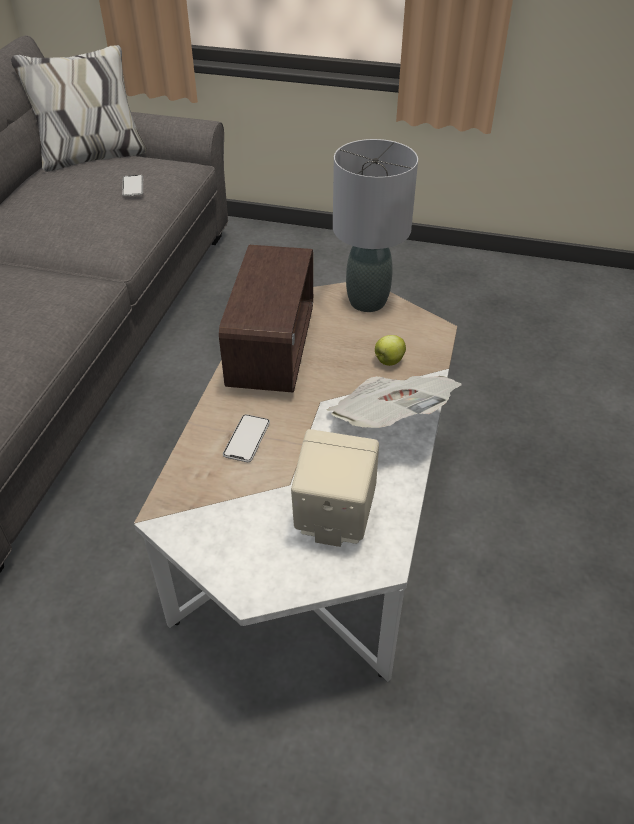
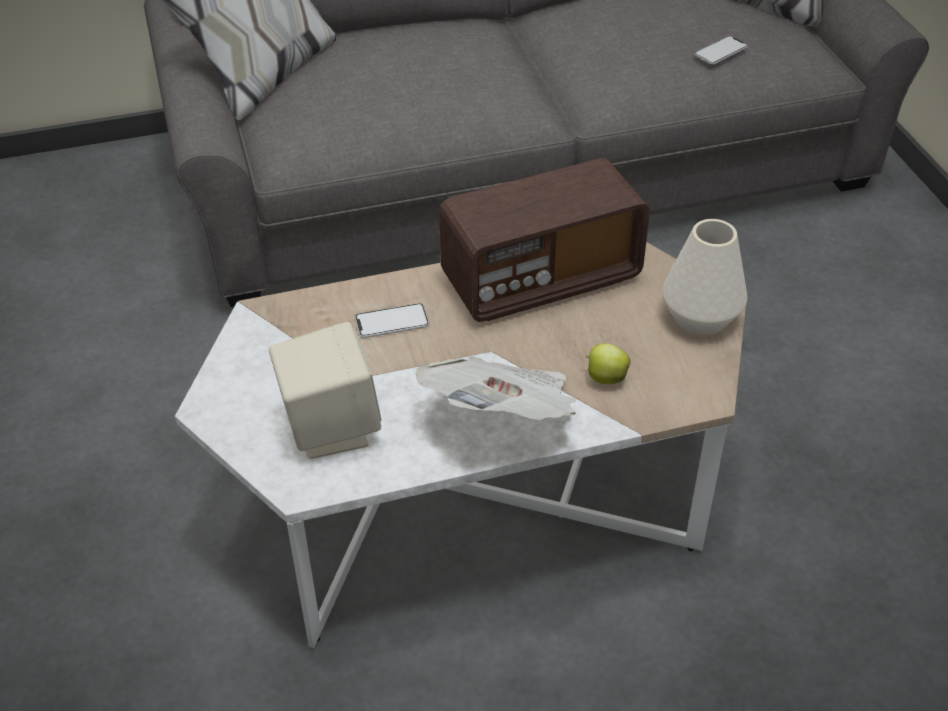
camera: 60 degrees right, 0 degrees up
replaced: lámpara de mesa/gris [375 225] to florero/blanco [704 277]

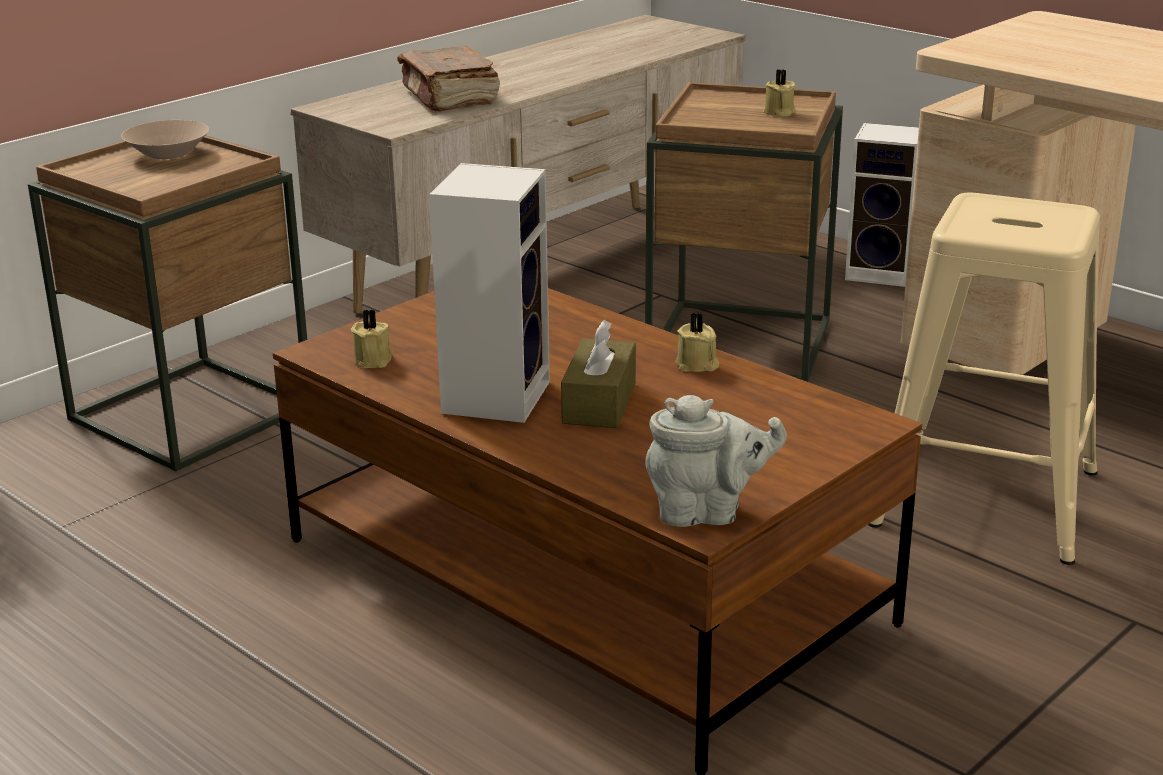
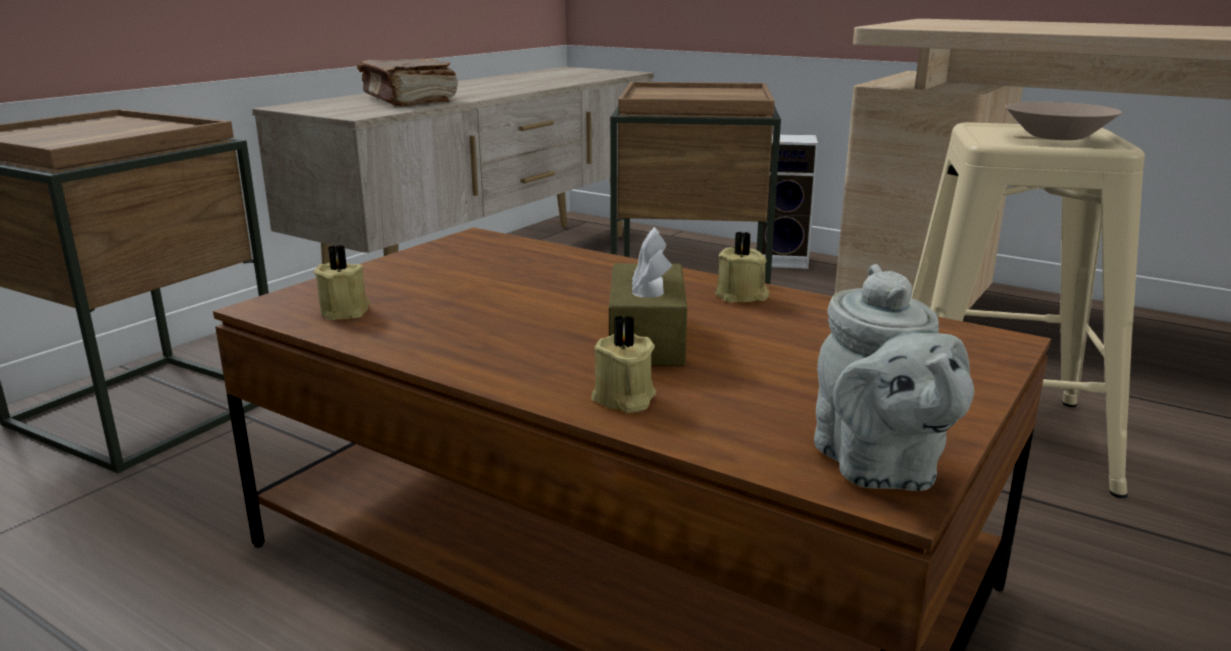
camera: 10 degrees left, 5 degrees down
removed: altavoz [489 293]
moved: vela/beis [779 93] to [623 364]; cuenco/beis [165 139] to [1063 121]
turned: tetera/gris [716 461] = [894 377] 90 degrees clockwise

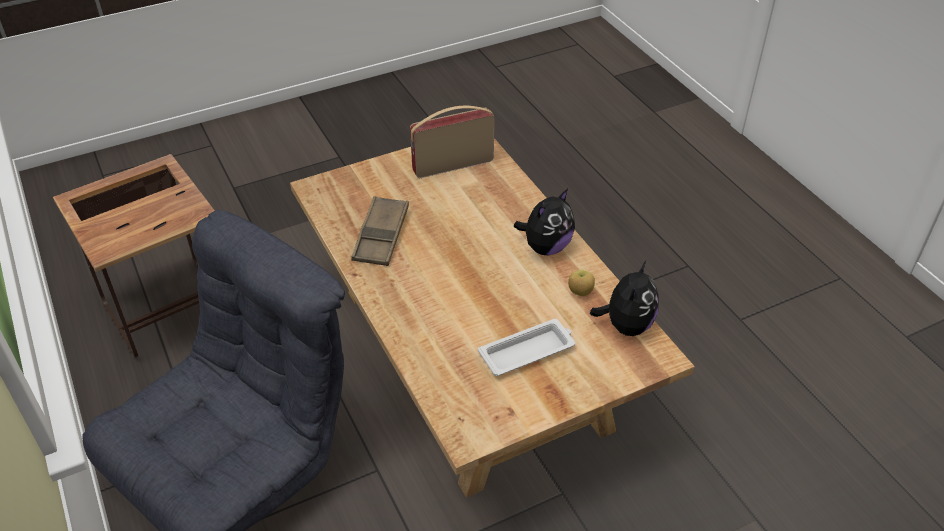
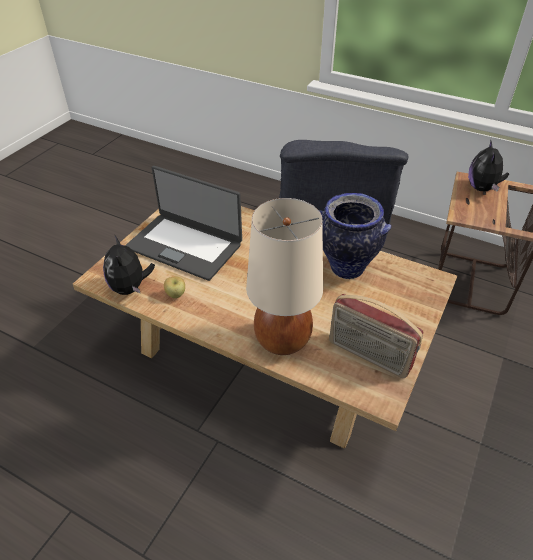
camera: 145 degrees right, 0 degrees up
added: lámpara de mesa/beis [284 276]
moved: peluche [544 222] to [488 166]
replaced: bandeja/marrón [380 231] to florero [355 236]; bandeja/blanco [526 347] to portátil [183 223]
turned: radio [452 142] = [376 336] 90 degrees clockwise

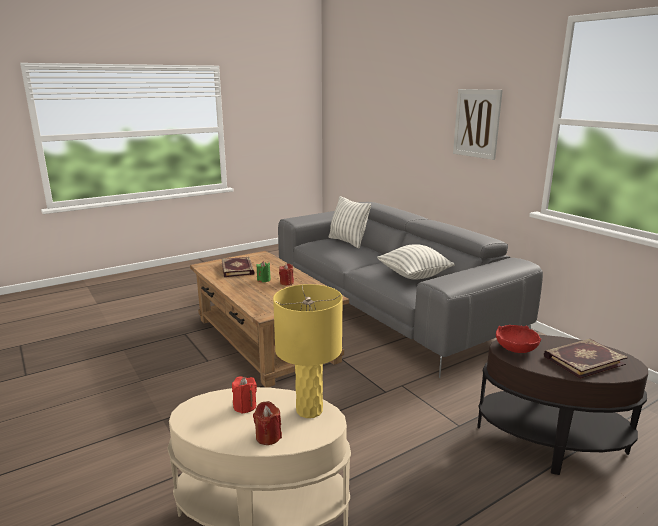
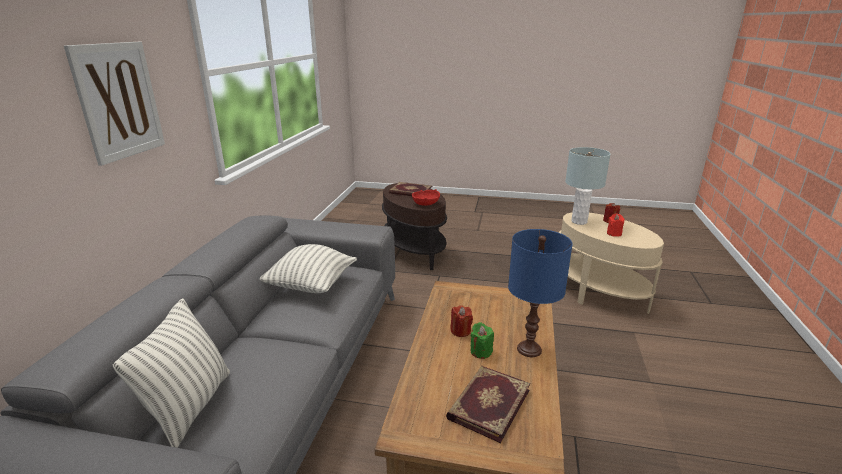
camera: 135 degrees left, 5 degrees up
added: lámpara de mesa/azul [540 293]
recoloured: lámpara de mesa/amarillo [308 351] to lámpara de mesa/gris [588 186]

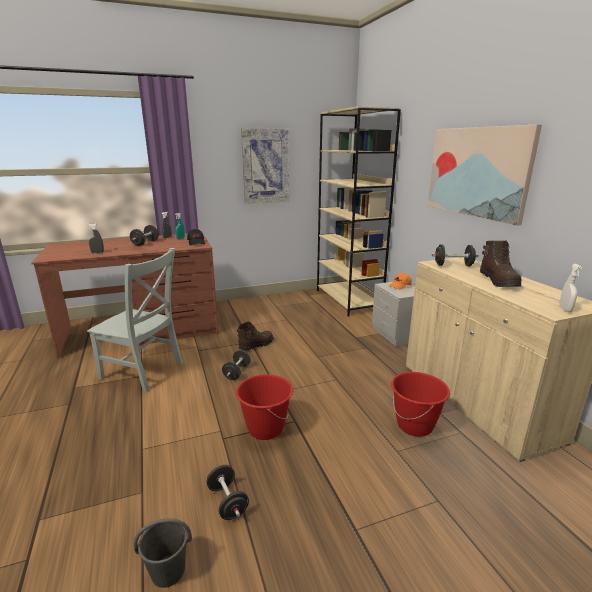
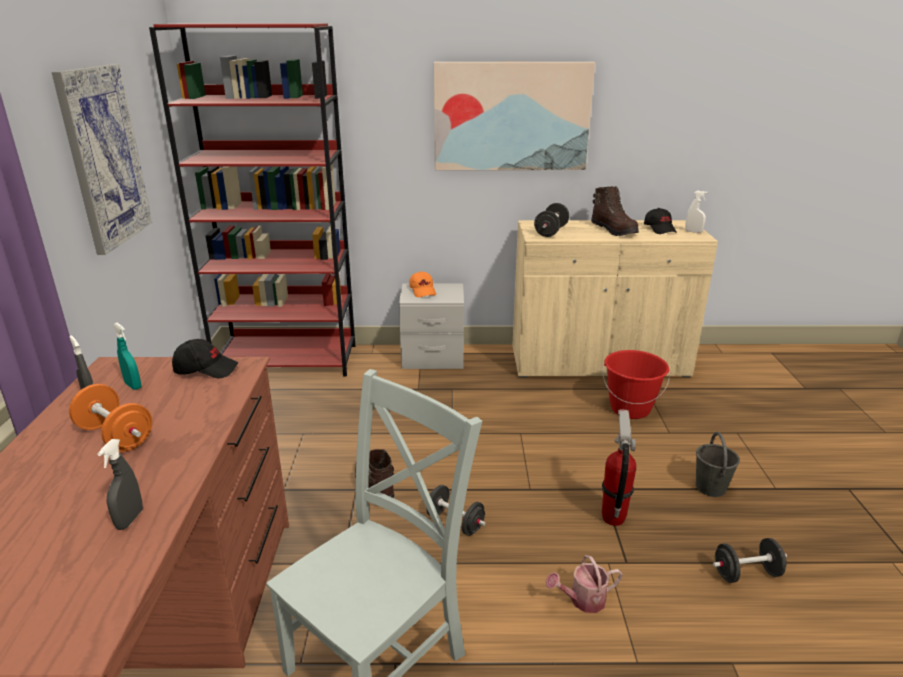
camera: 70 degrees left, 5 degrees up
added: gorra/negro [660 221]; regadera [584 584]
moved: cubo/gris [163 553] to [718 464]
replaced: cubo/rojo [264 407] to extintor [619 468]
recoloured: estantería/beis [359 211] to estantería/rojo [252 200]; mancuerna/negro [144 235] to mancuerna/naranja [110 418]
turned: bota/marrón [500 263] = [615 211] 45 degrees clockwise

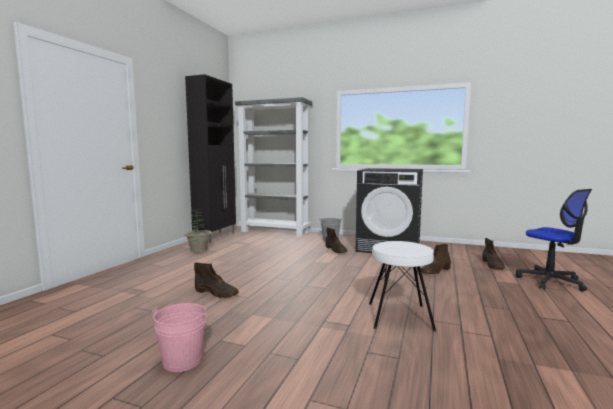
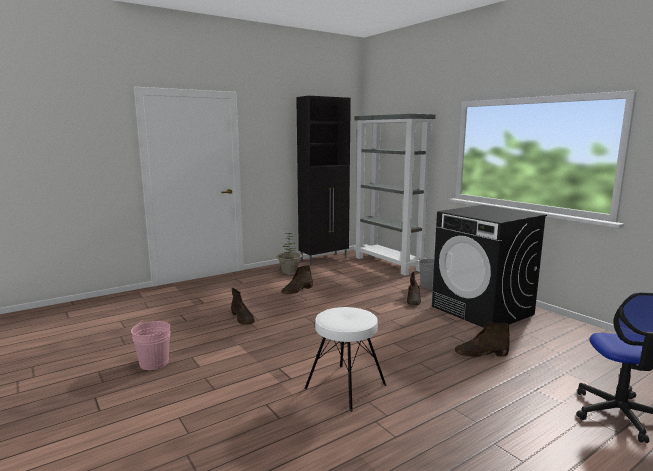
camera: 35 degrees right, 5 degrees up
moved: bota/marrón [493 253] to [297 279]

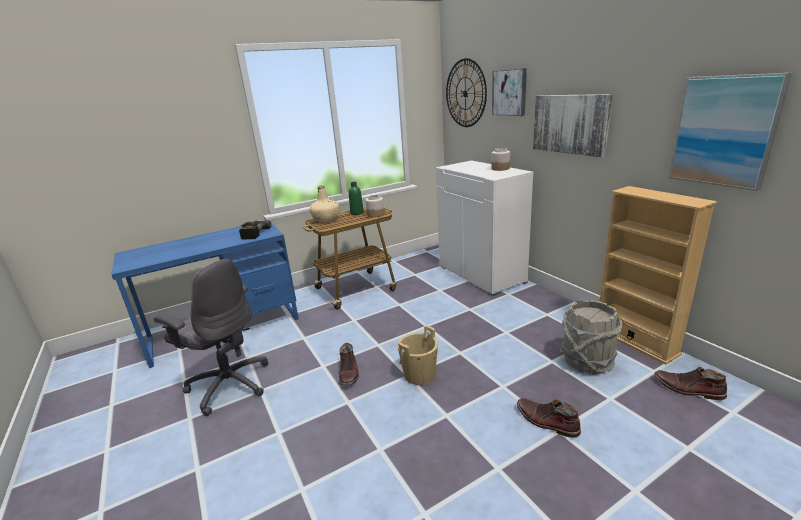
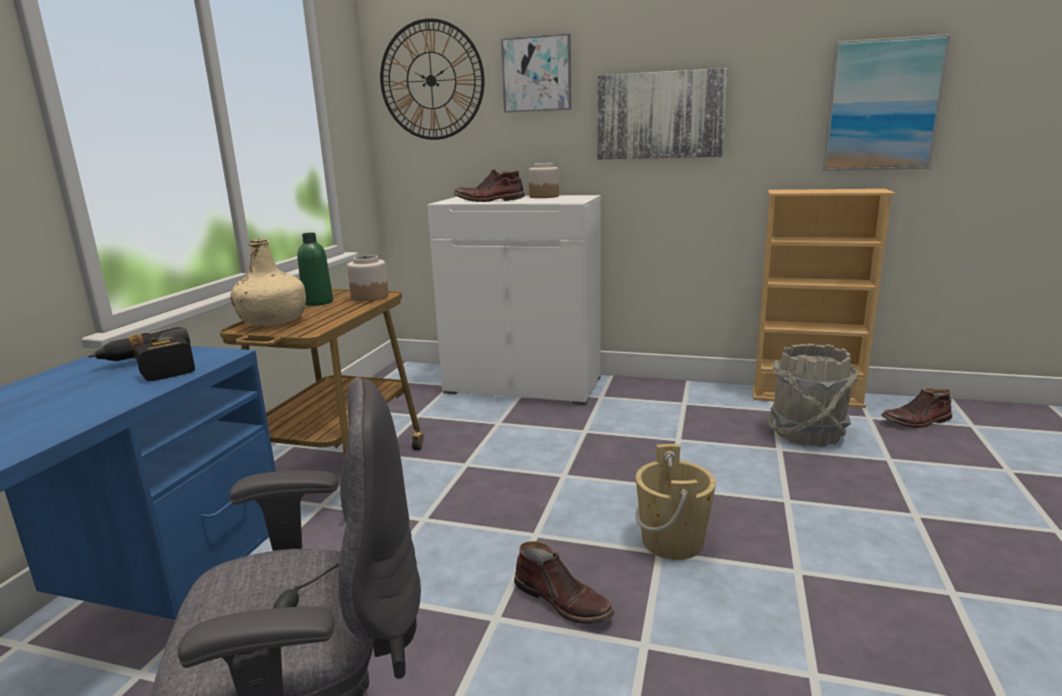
camera: 45 degrees left, 5 degrees down
moved: bota/marrón [549 418] to [489 186]

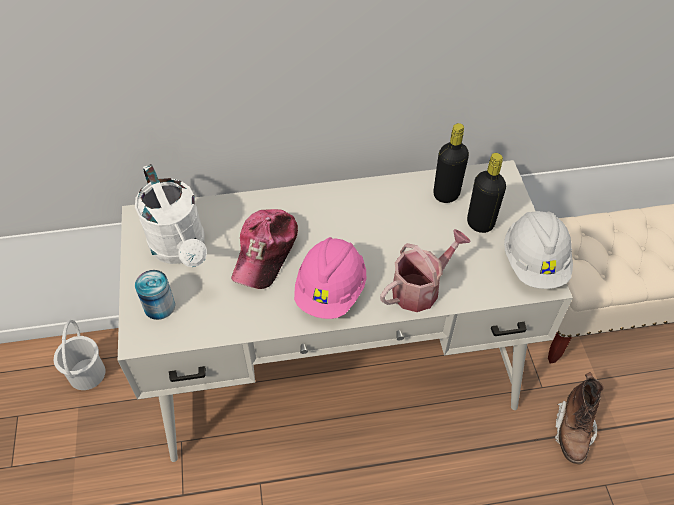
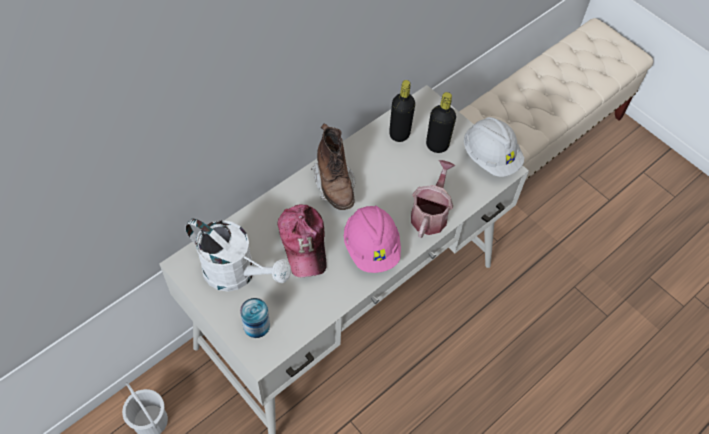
camera: 35 degrees left, 5 degrees up
moved: bota/marrón [579 418] to [333 166]

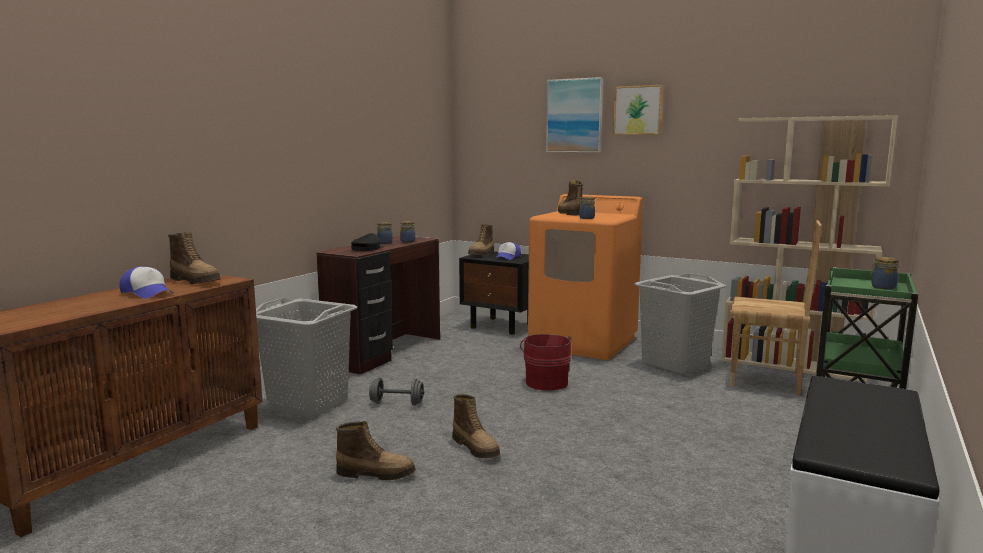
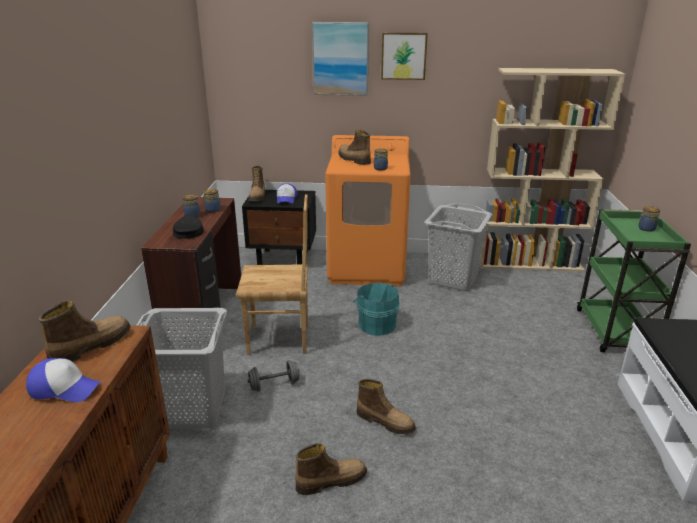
camera: 25 degrees left, 15 degrees up
moved: silla/marrón [776 307] to [272 274]
recoloured: cubo/rojo [545 362] to cubo/turquesa [376 309]
turned: bota [194 258] = [84 331] 60 degrees counterclockwise

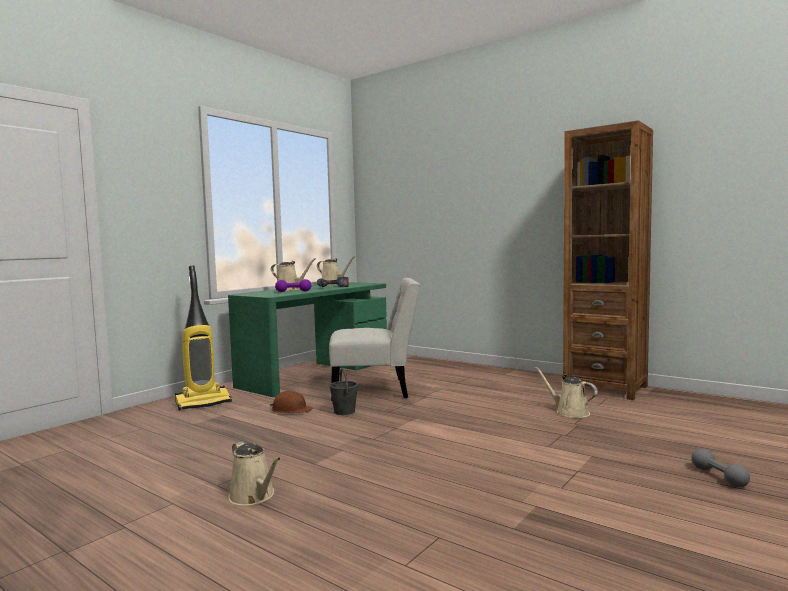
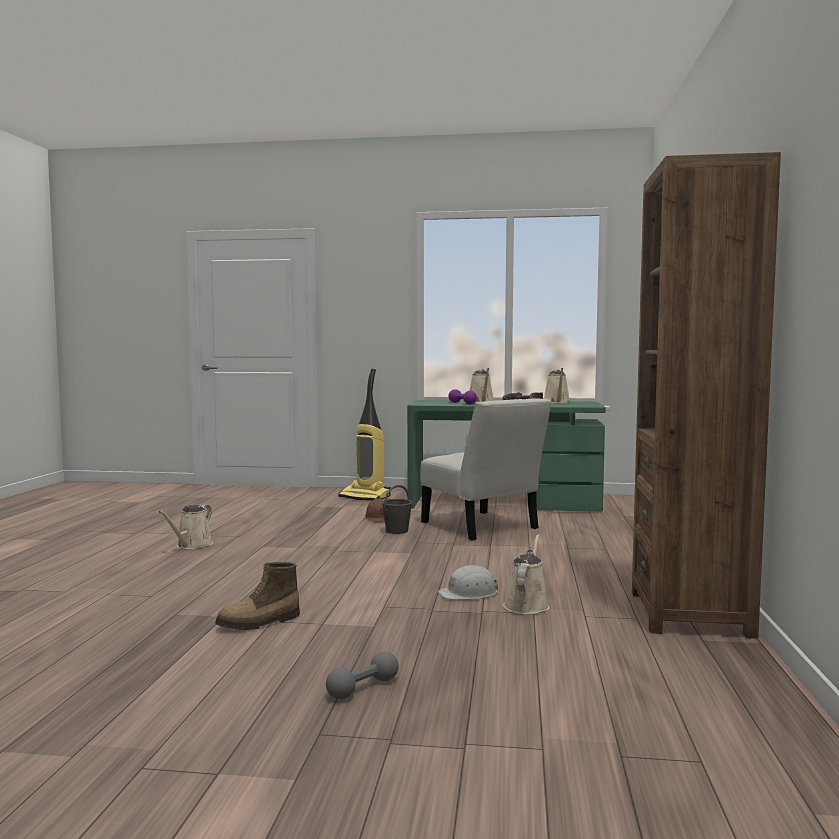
camera: 60 degrees right, 0 degrees up
added: bota [257 596]; casco/blanco [468 582]

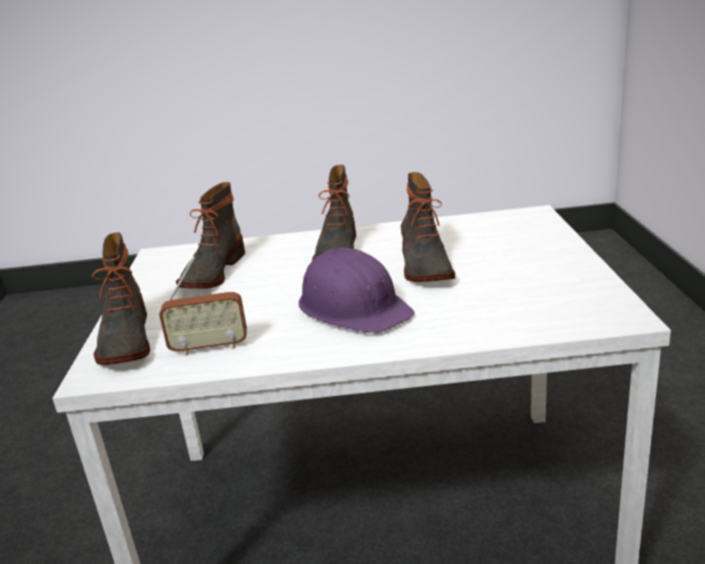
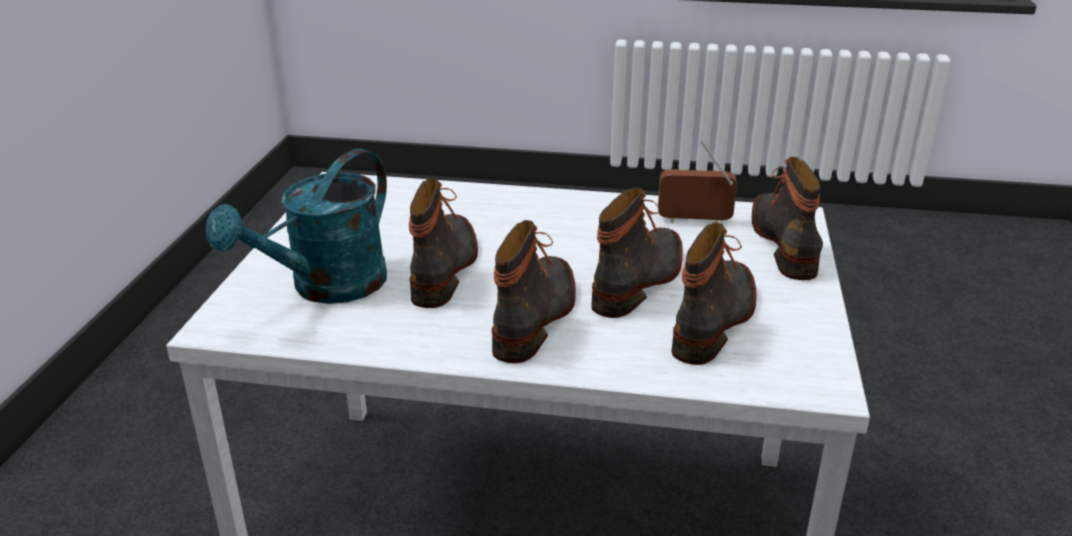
camera: 170 degrees left, 5 degrees up
removed: casco/morado [357 290]
added: regadera/turquesa [296 226]; bota [637 252]

